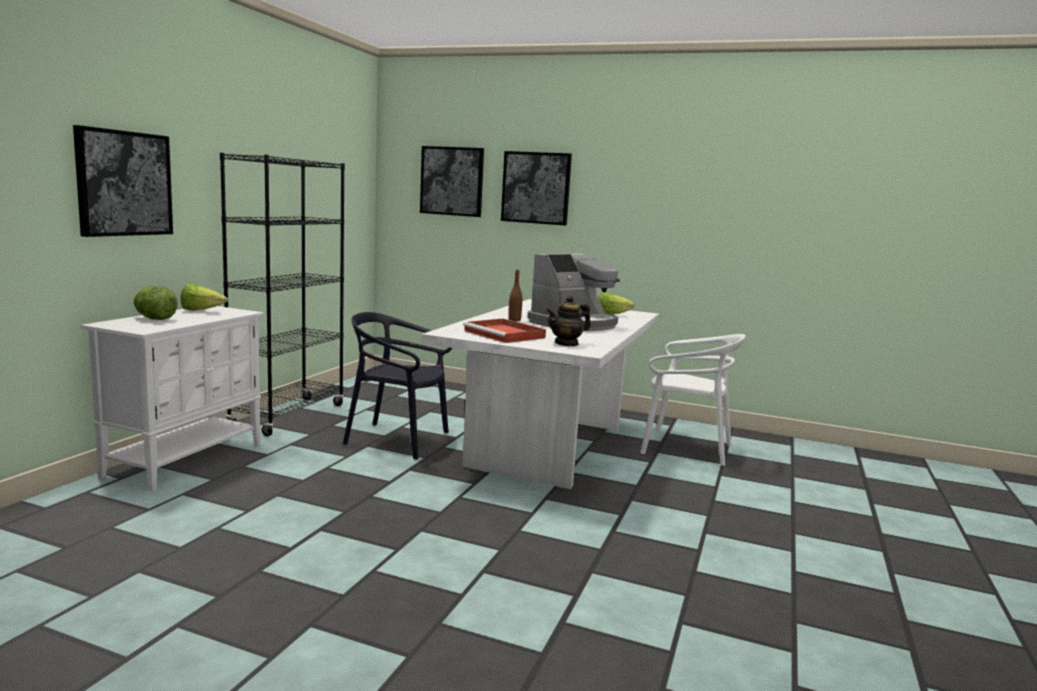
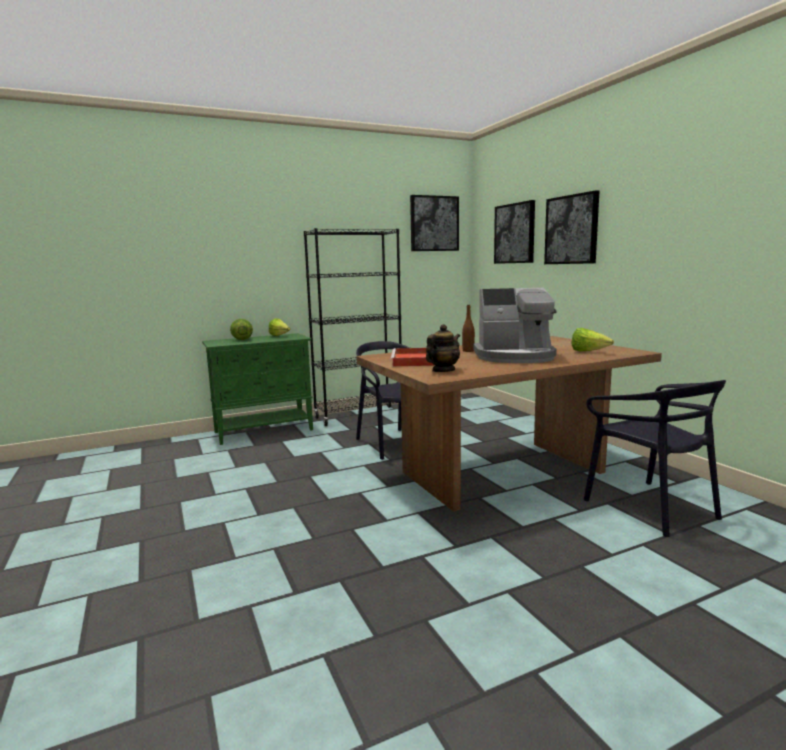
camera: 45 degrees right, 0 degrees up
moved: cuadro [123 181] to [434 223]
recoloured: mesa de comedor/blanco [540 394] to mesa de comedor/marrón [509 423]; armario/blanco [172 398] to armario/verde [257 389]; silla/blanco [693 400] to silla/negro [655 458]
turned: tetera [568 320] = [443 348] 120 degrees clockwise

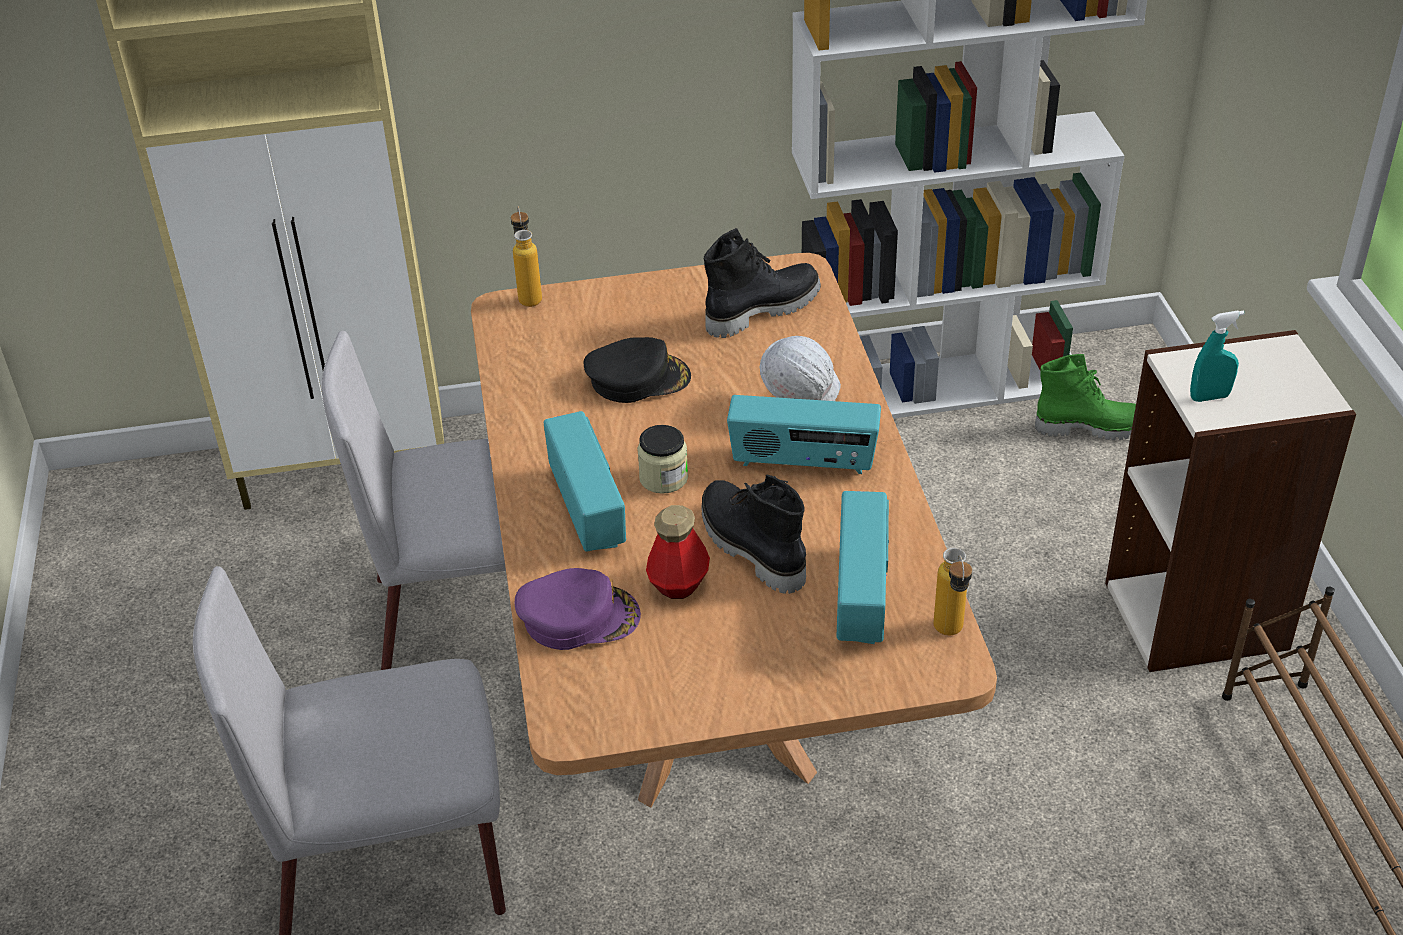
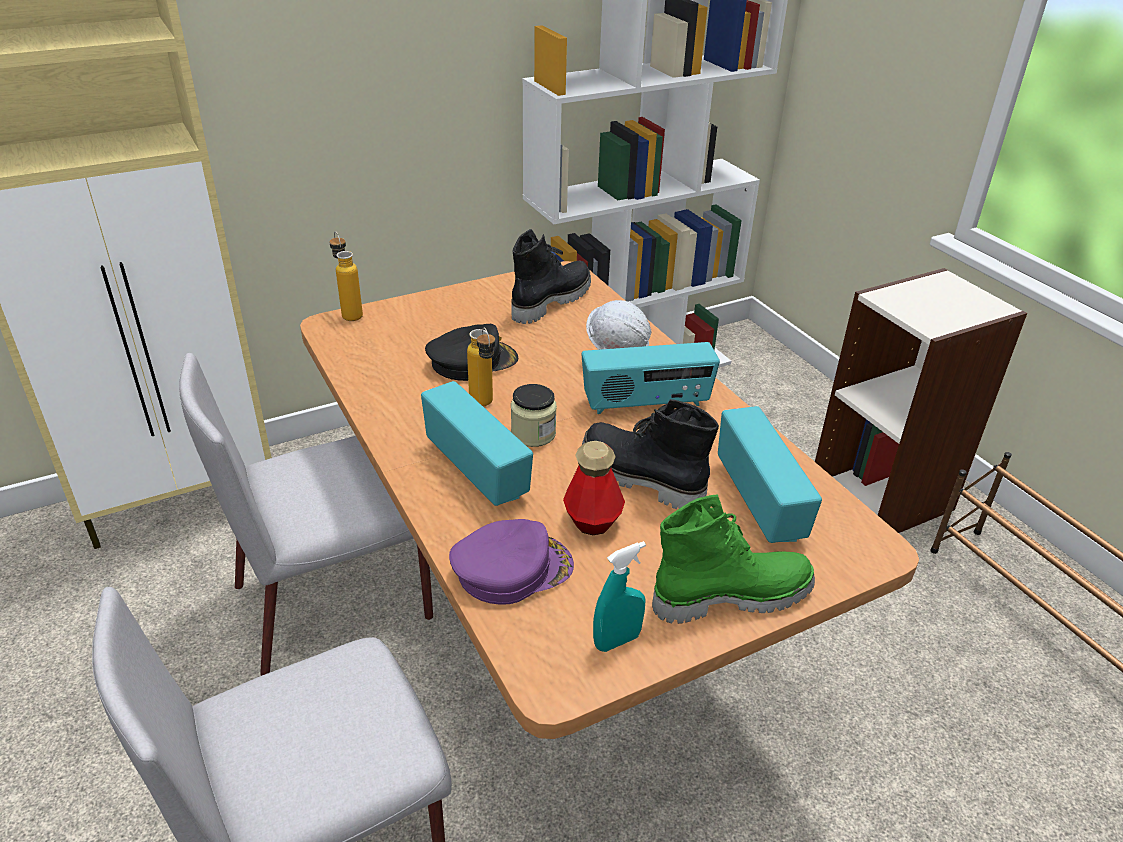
camera: 20 degrees left, 5 degrees down
moved: pulverizador/turquesa [1217 356] to [619 596]; bota/verde [1085 397] to [733 559]; botella [952 591] to [481 367]

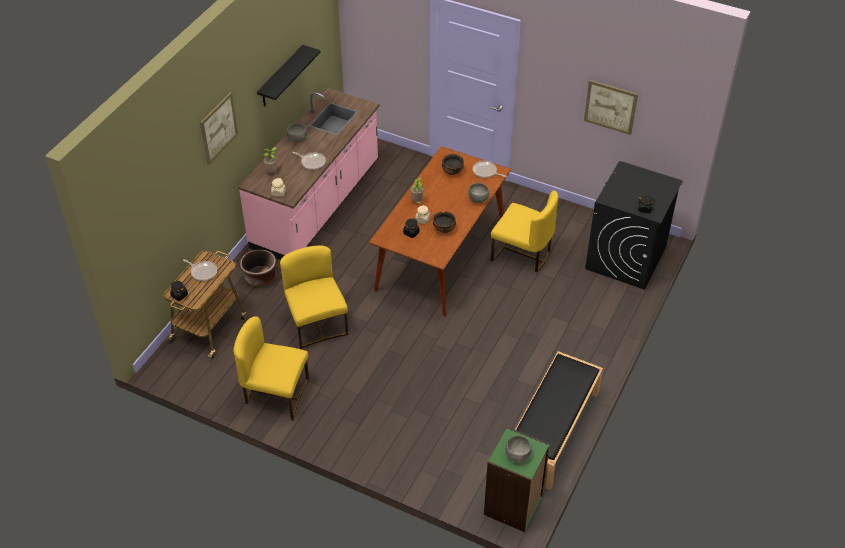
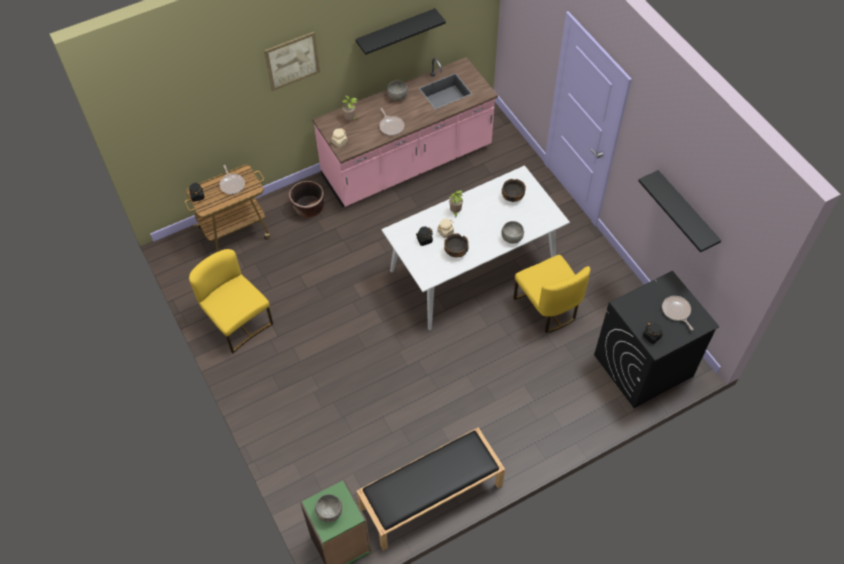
camera: 35 degrees right, 10 degrees up
removed: silla/amarillo [314 297]
moved: sartén [489 169] to [677 313]
replaced: cuadro [611 107] to estante/negro [679 211]
recoloured: mesa de comedor/marrón [440 231] to mesa de comedor/blanco [476 247]

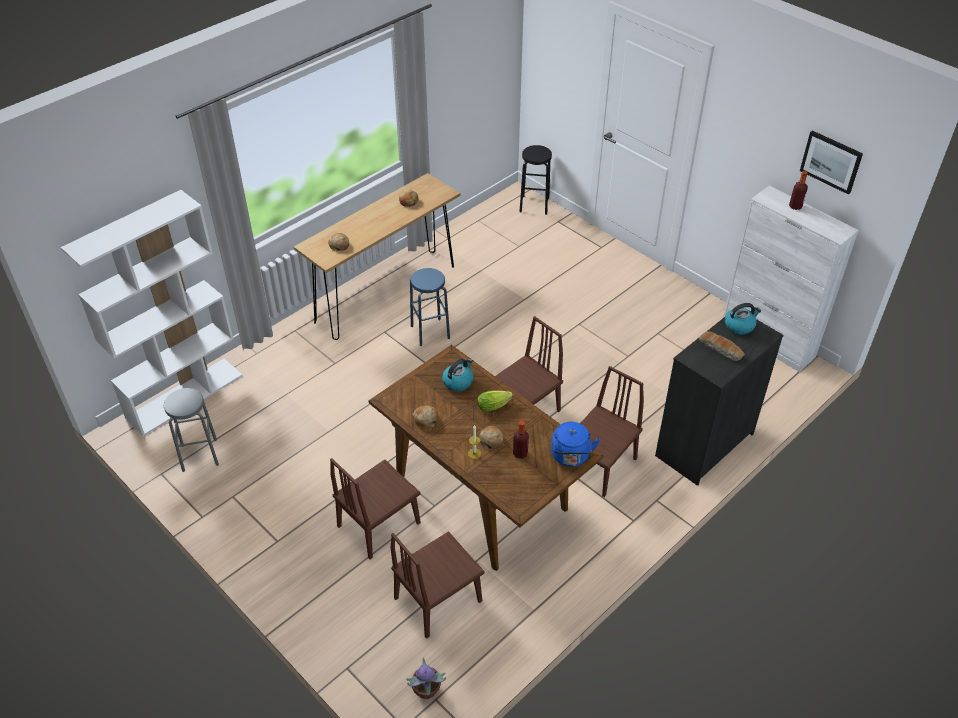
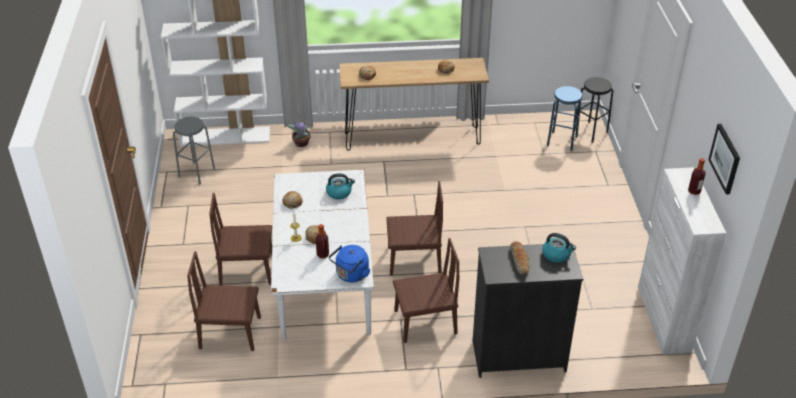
camera: 40 degrees right, 5 degrees down
removed: lechuga [495 401]
moved: taburete/azul [430 307] to [564 118]; planta en maceta [426 678] to [298 134]
recoloured: mesa de comedor/marrón [485 458] to mesa de comedor/blanco [322 255]

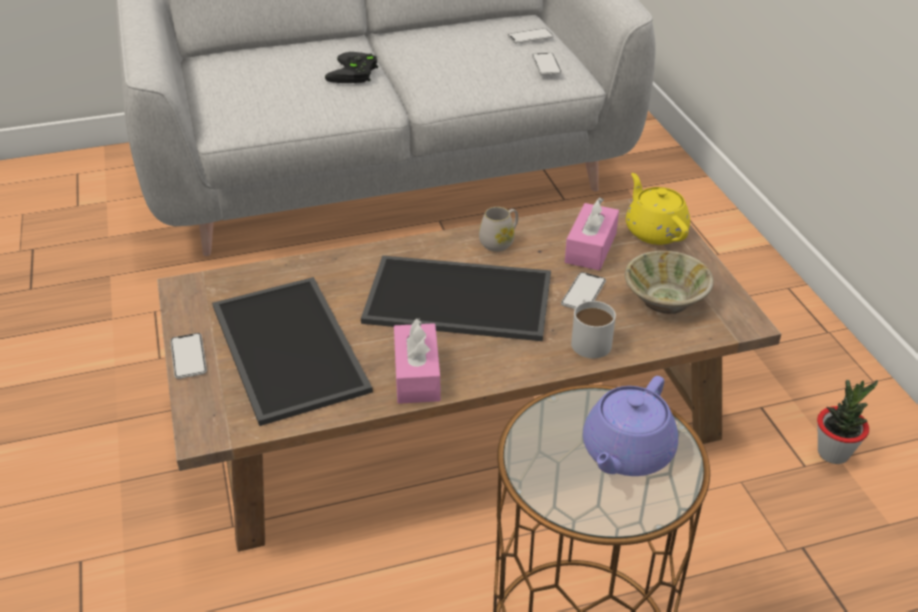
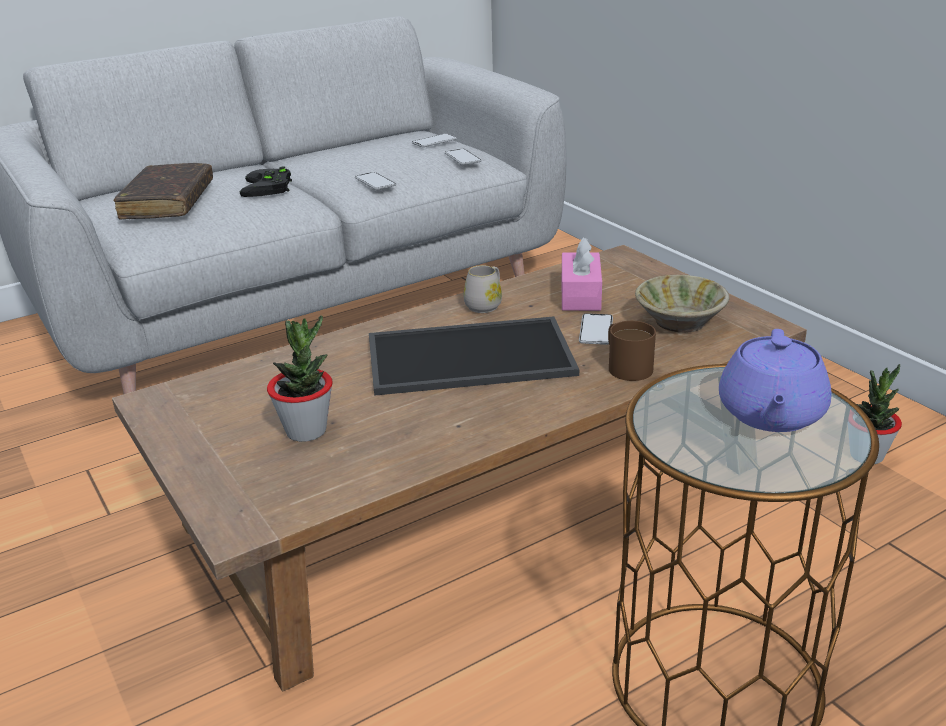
camera: 15 degrees left, 10 degrees down
removed: tetera/amarillo [658 209]; caja de pañuelos/rosa [417 361]
added: libro/marrón [163 191]
moved: móvil [188 356] to [375 181]
replaced: bandeja [292 351] to planta en maceta [300 378]
recoloured: taza grande/blanco [593 328] to taza grande/marrón [632 351]

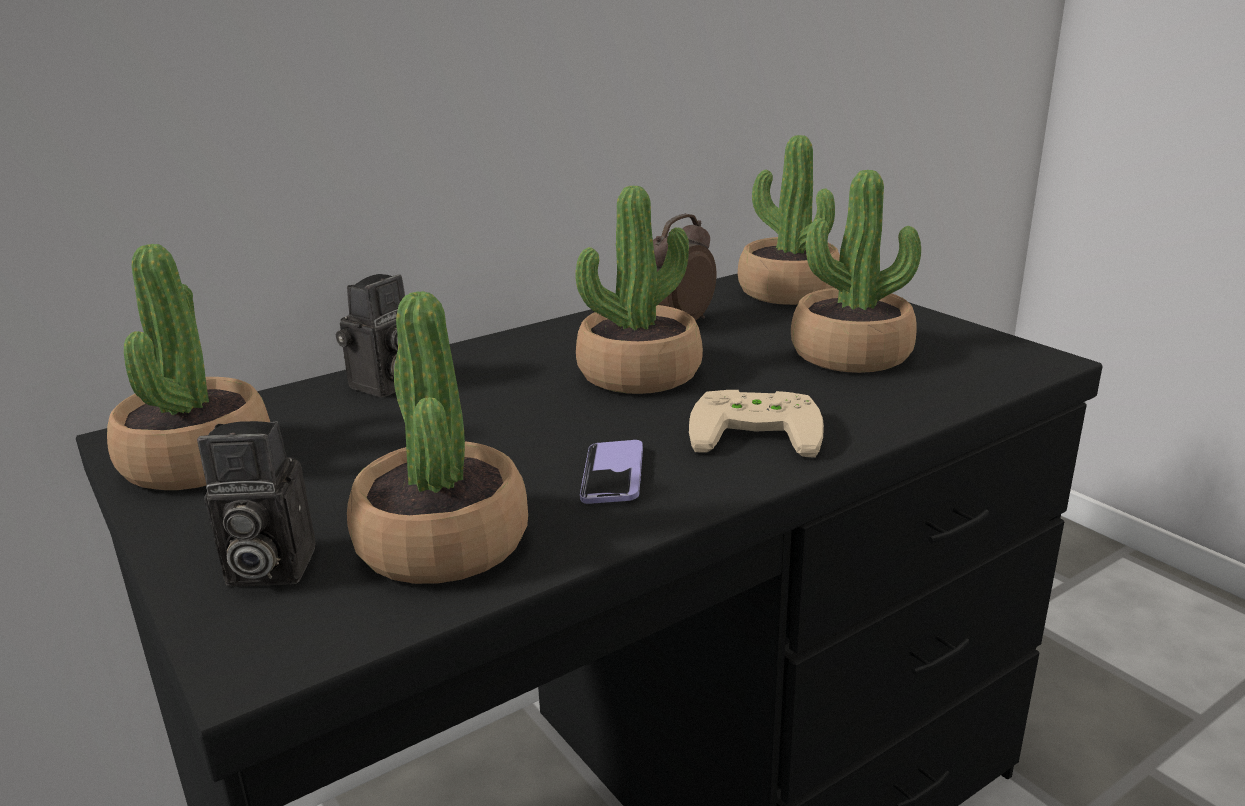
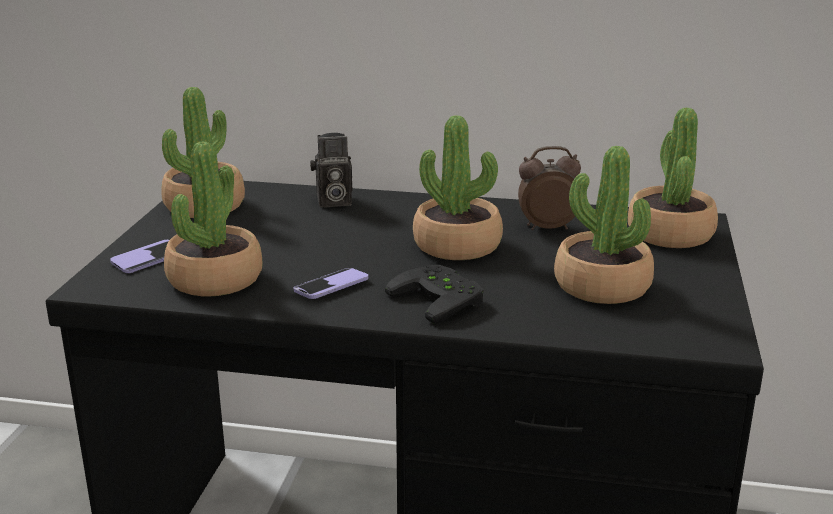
camera: 45 degrees right, 0 degrees up
replaced: cámara [256 504] to móvil [139 256]
recoloured: mando de consola/beis [756 424] to mando de consola/negro [434 294]

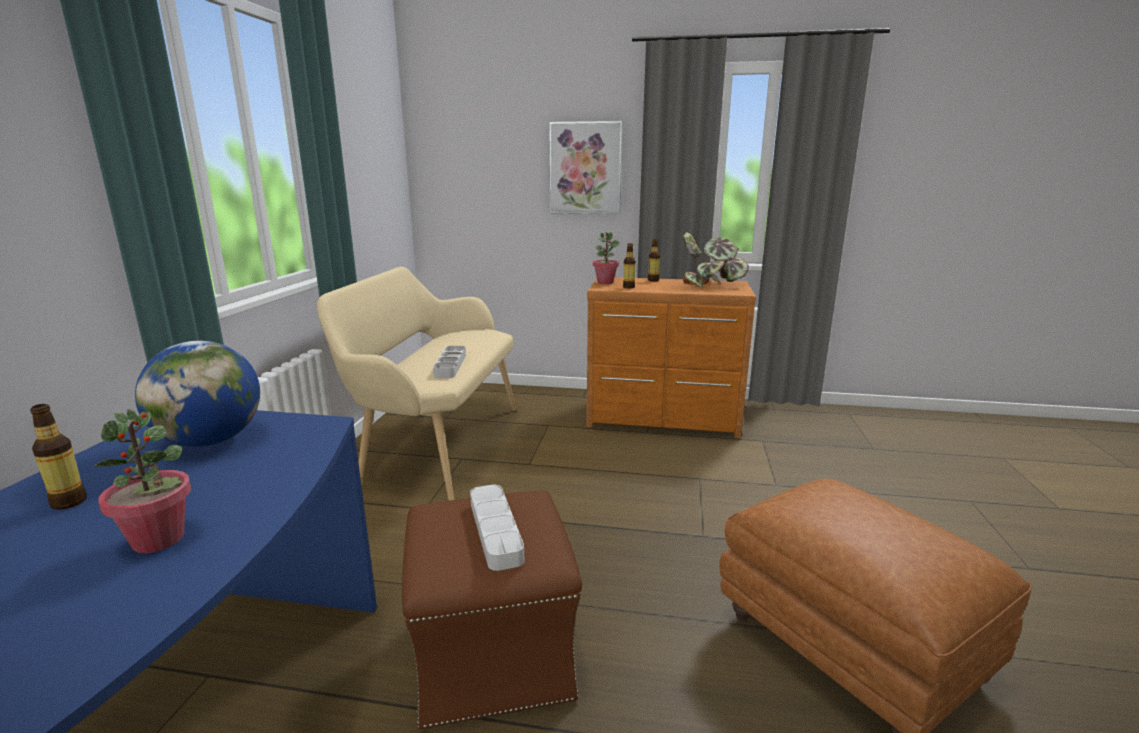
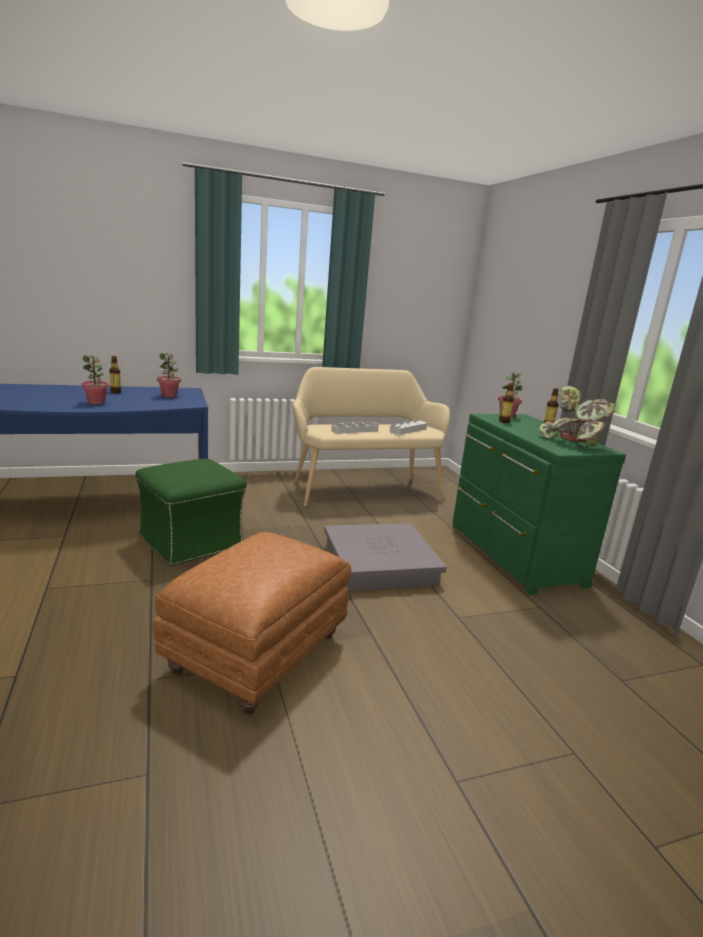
camera: 60 degrees right, 0 degrees up
removed: cuadro [586 167]
added: caja de almacenaje/gris [385 557]
moved: bandeja/gris [497 528] to [408 427]
replaced: globo terráqueo [197 394] to planta en maceta [169 375]
recoloured: cómoda/marrón [671 357] to cómoda/verde [539 504]; puf/marrón [492 610] to puf/verde [191 512]

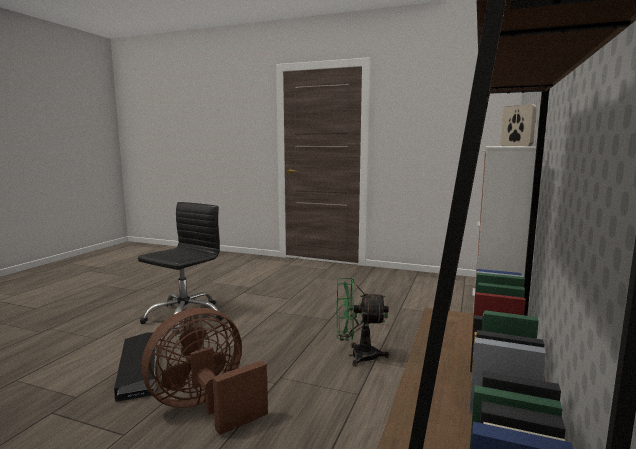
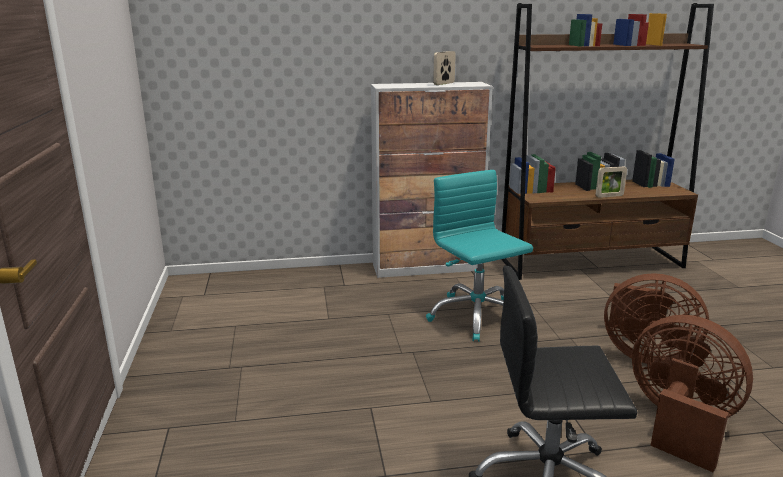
camera: 120 degrees left, 10 degrees up
added: portarretratos [611 182]
replaced: ventilador/verde [362 322] to silla de oficina/turquesa [479 256]; caja de almacenaje/negro [135 367] to ventilador/marrón [692 393]

